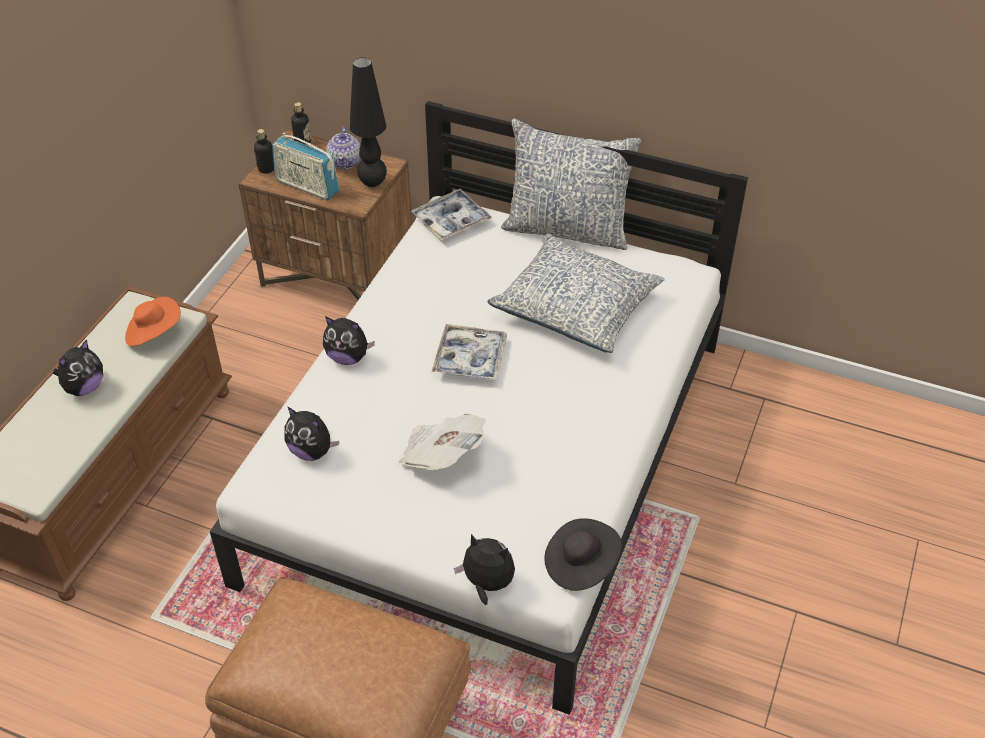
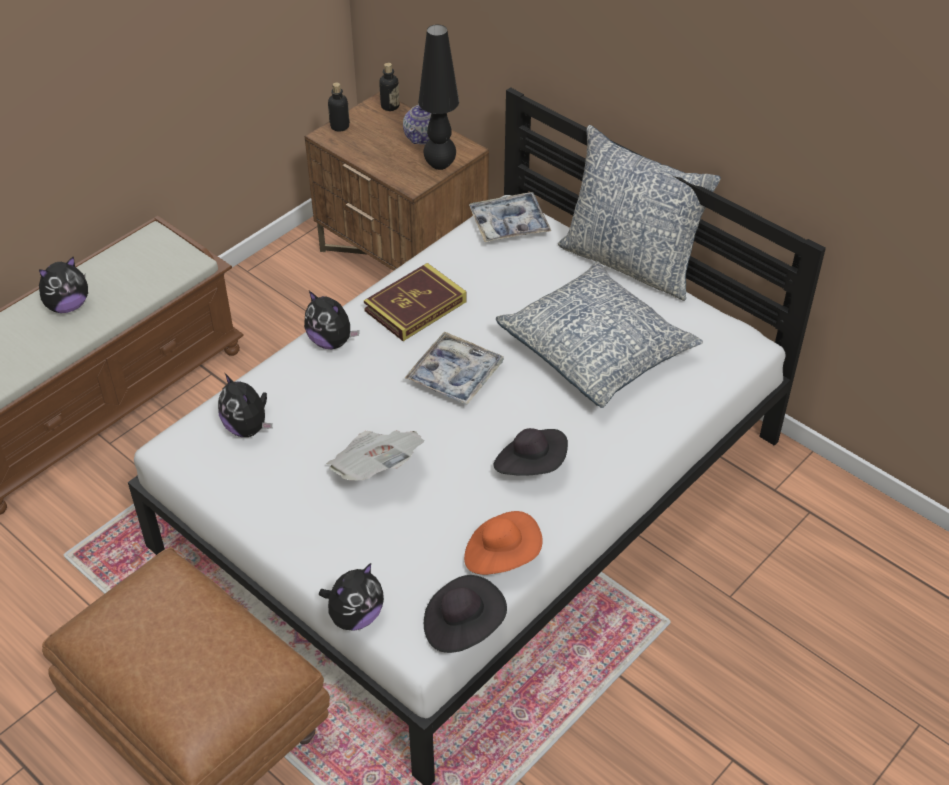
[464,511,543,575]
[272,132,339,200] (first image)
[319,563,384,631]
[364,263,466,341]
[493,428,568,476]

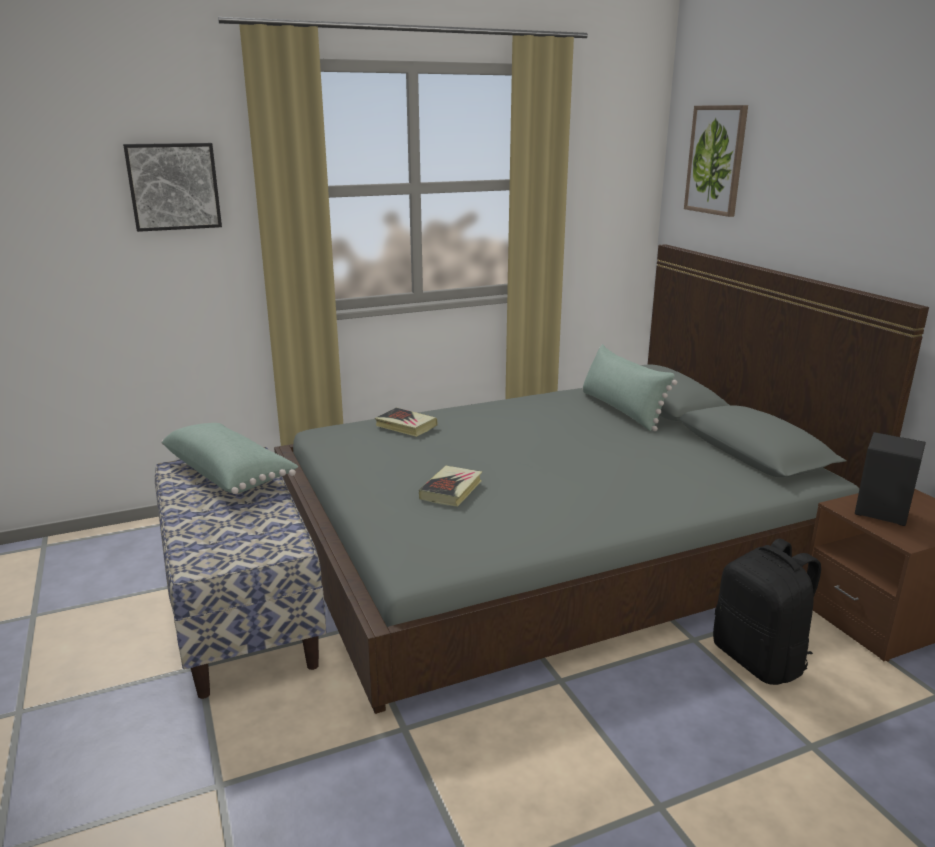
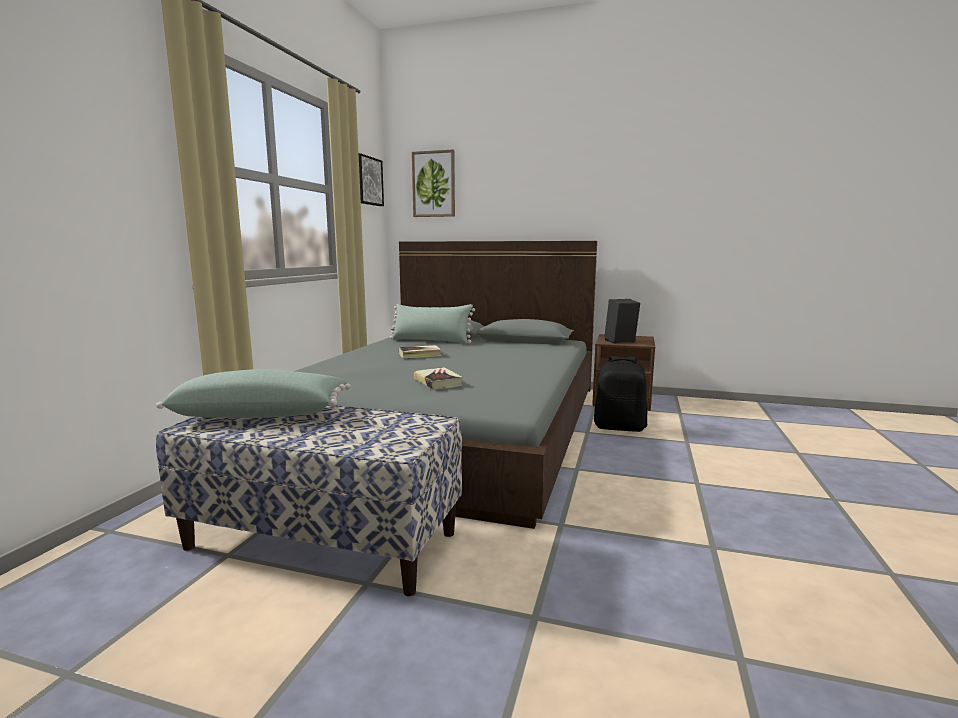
[358,153,384,206]
[399,345,441,359]

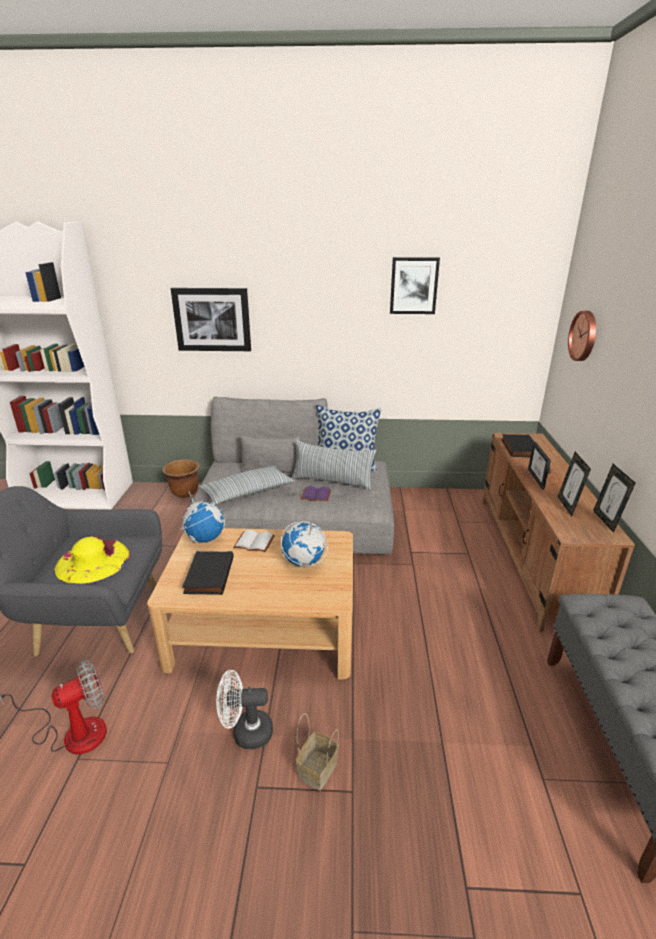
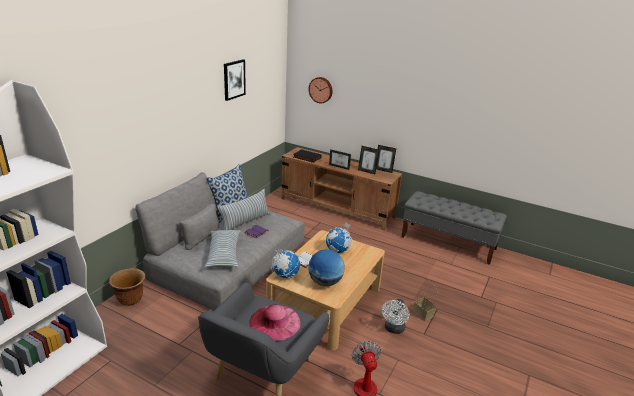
[249,304,301,341]
[171,288,251,351] (first image)
[308,250,345,286]

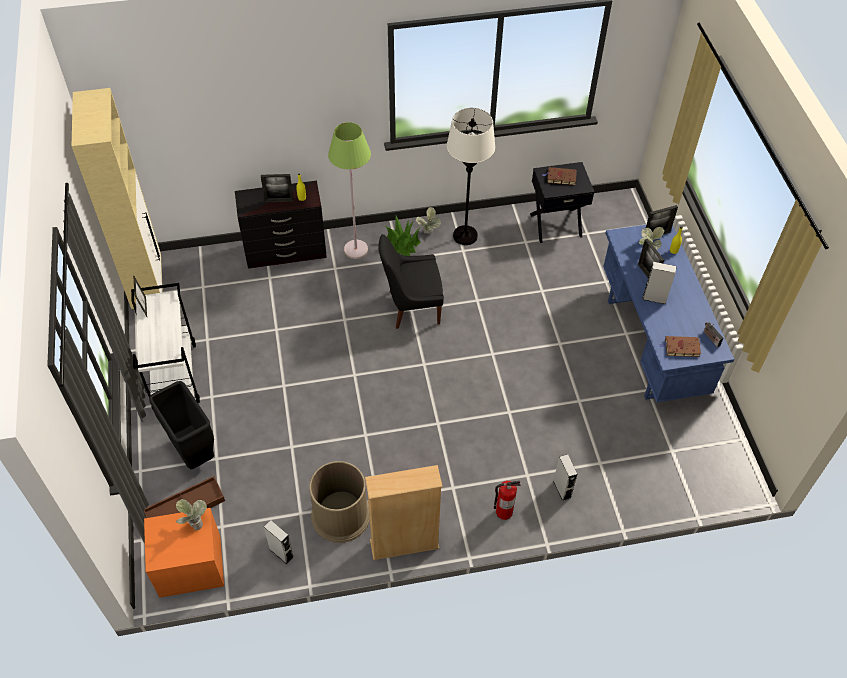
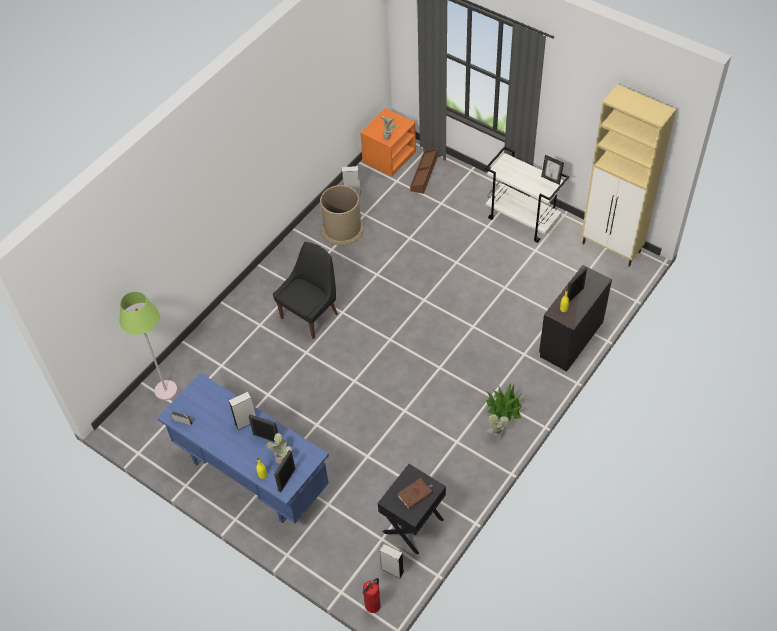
[149,381,214,469] (first image)
[120,291,177,400]
[365,465,442,560] (first image)
[273,242,338,339]
[447,108,495,245] (first image)
[363,578,381,613]
[380,544,404,578]
[659,336,701,357] (first image)

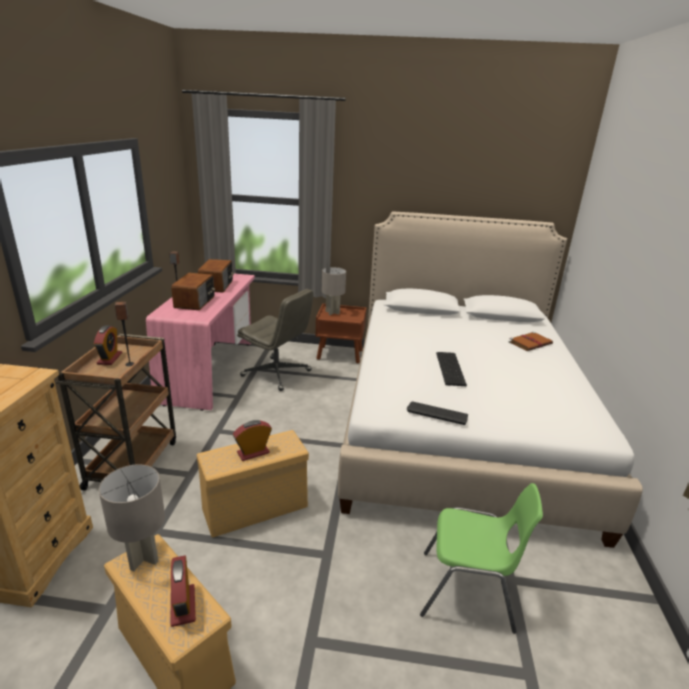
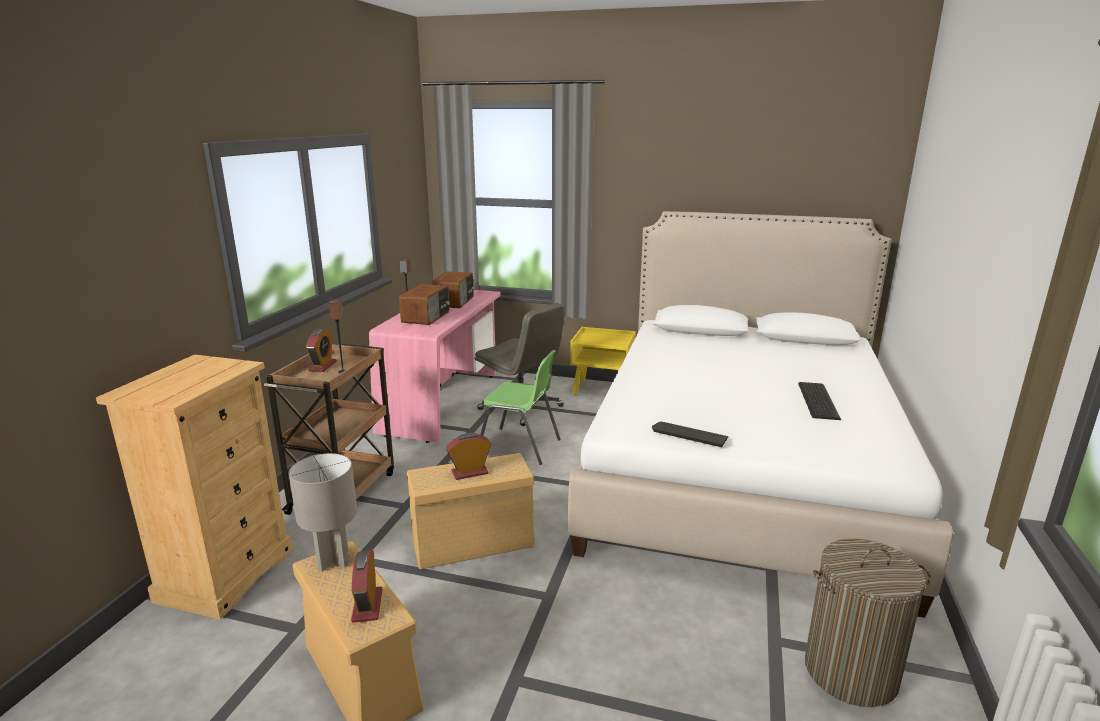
[570,327,636,395]
[322,267,346,315] (first image)
[480,350,560,465]
[798,382,841,420]
[509,332,553,351] (first image)
[805,538,931,707]

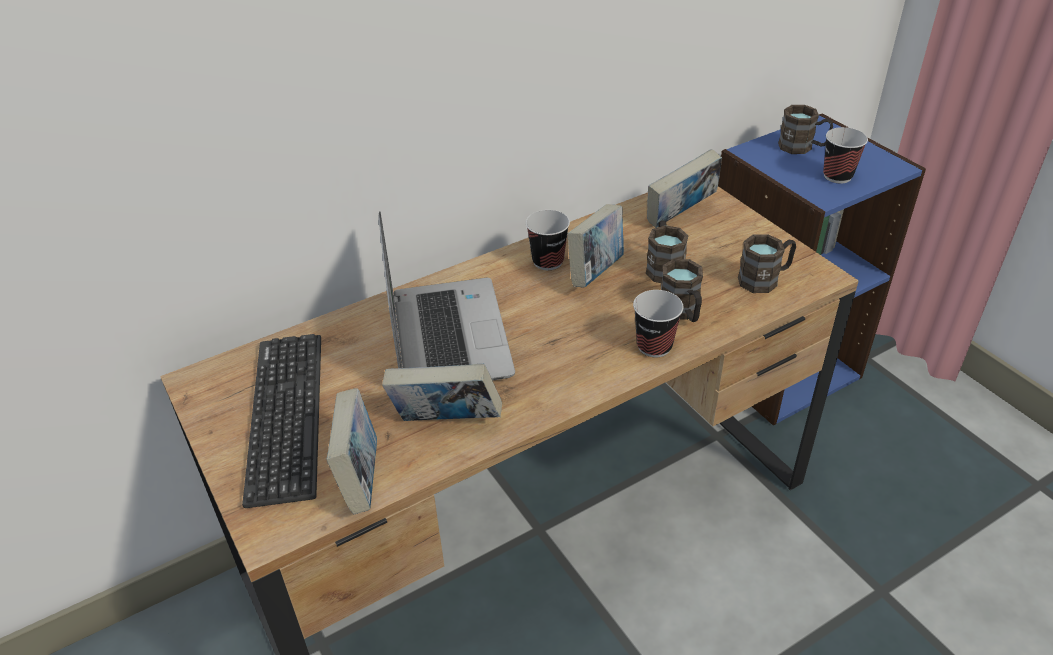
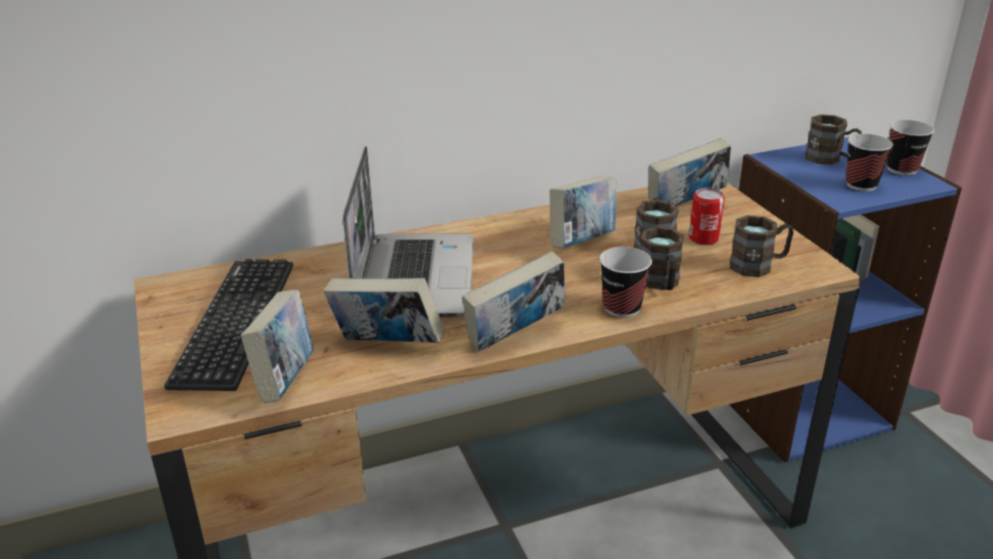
[887,120,934,175]
[462,251,565,352]
[689,188,725,245]

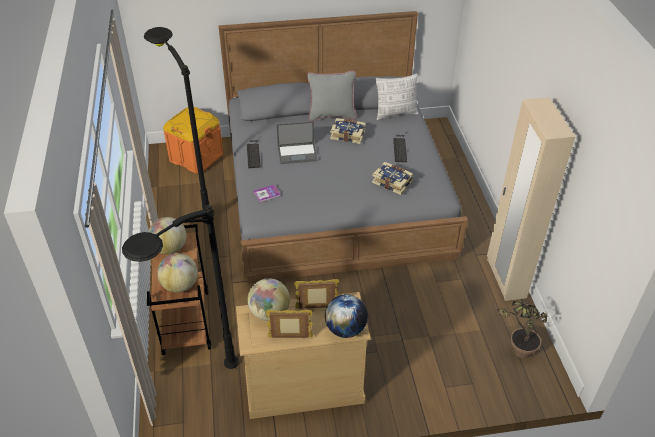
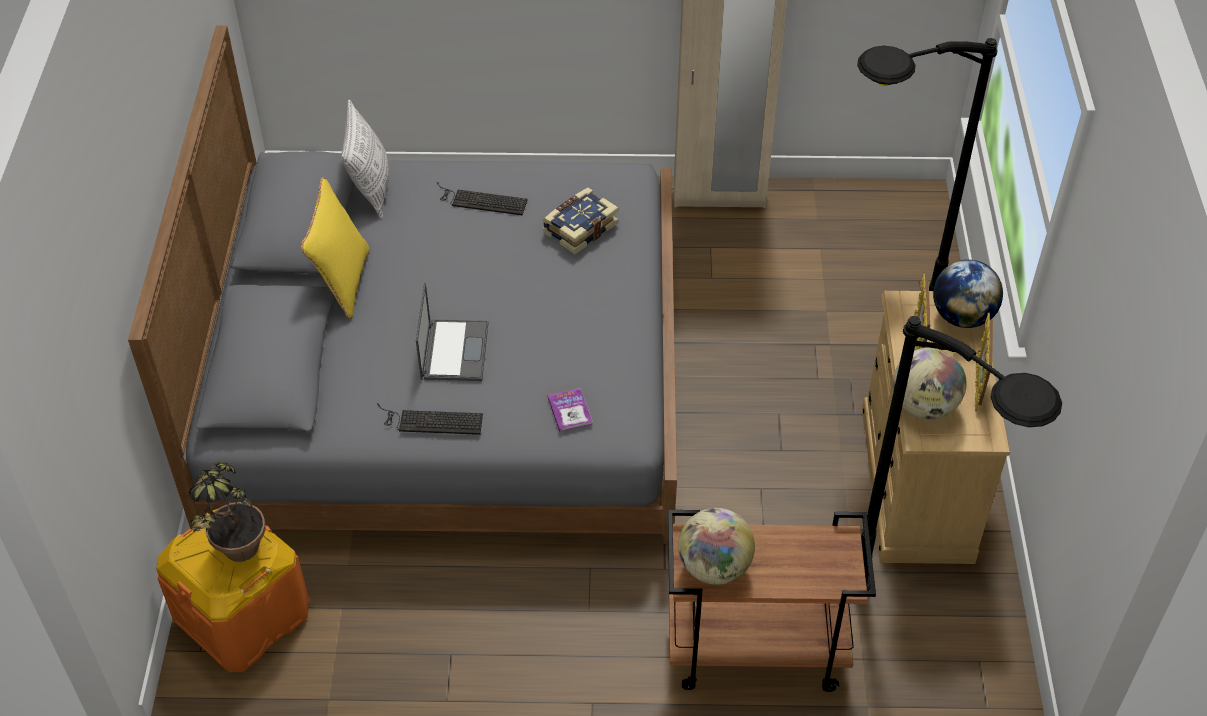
[857,38,997,291]
[157,253,198,293] (first image)
[301,177,369,319]
[330,118,366,144] (first image)
[188,462,266,562]

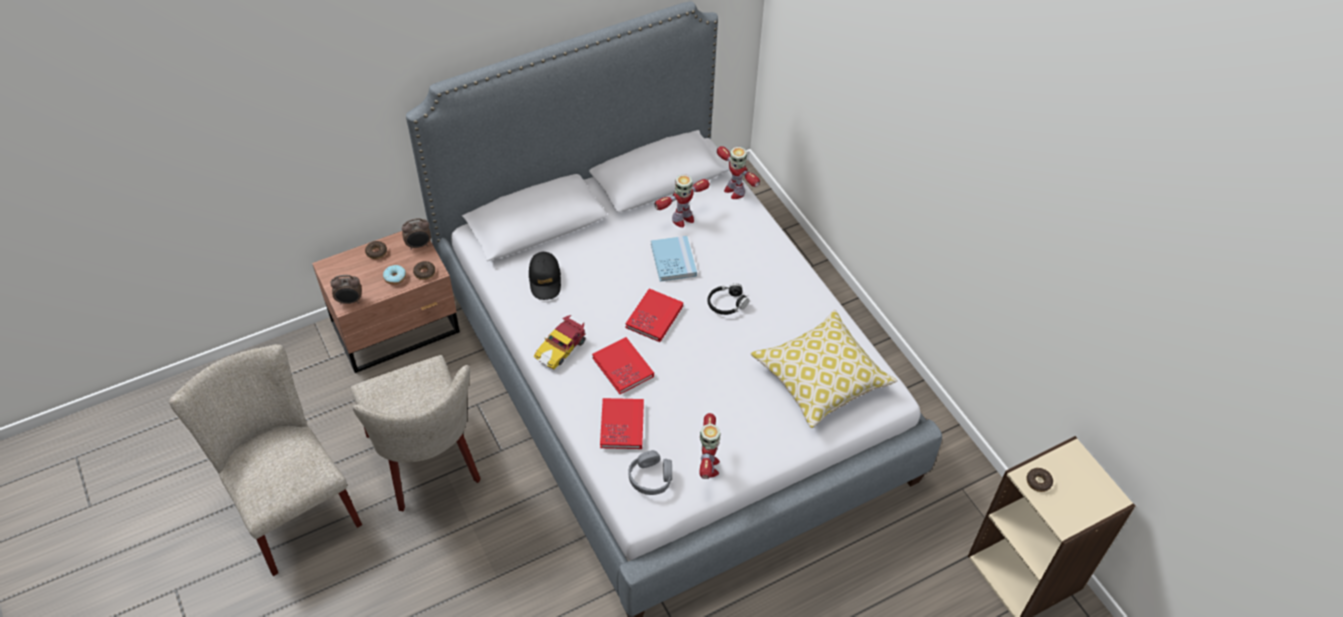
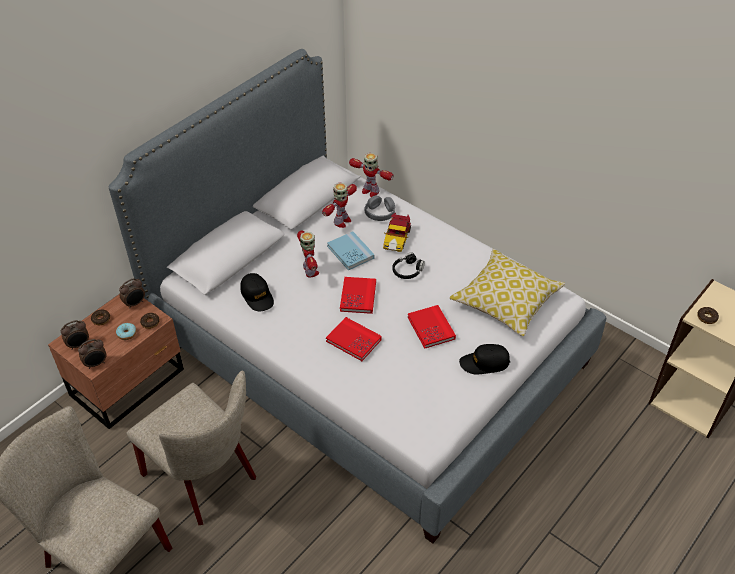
[383,213,411,252]
[408,305,456,349]
[364,195,395,221]
[297,231,319,278]
[61,320,89,350]
[459,344,510,375]

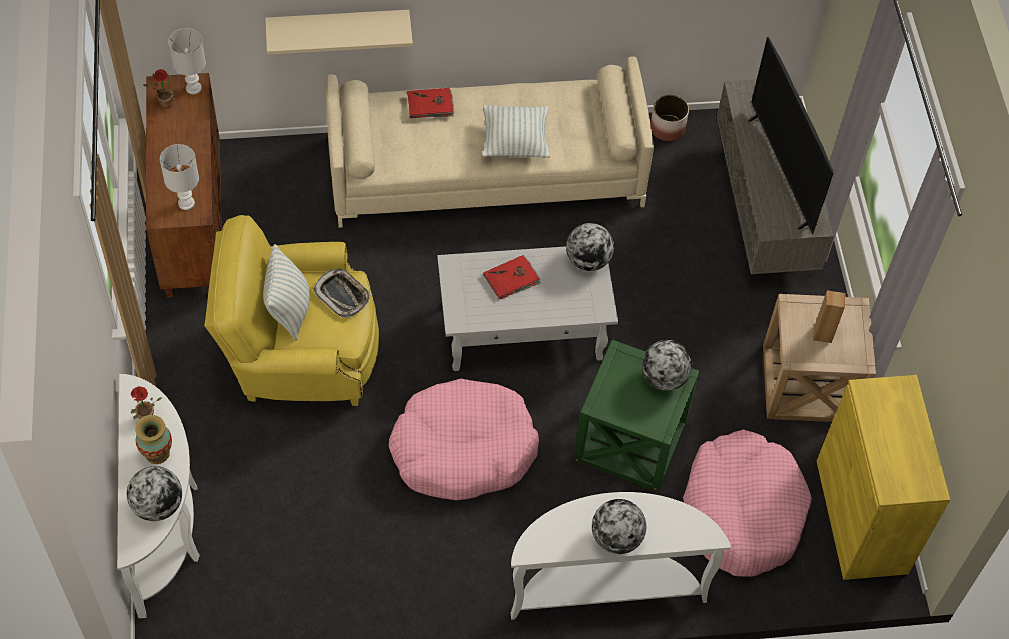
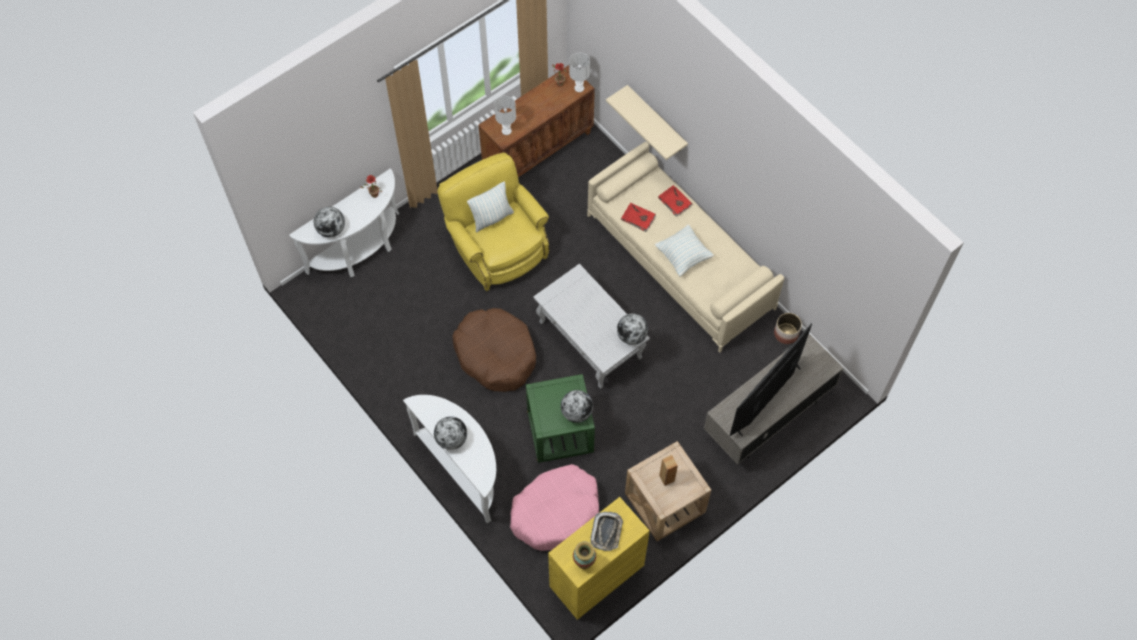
[573,541,596,569]
[591,512,623,551]
[452,308,536,392]
[621,203,656,232]

